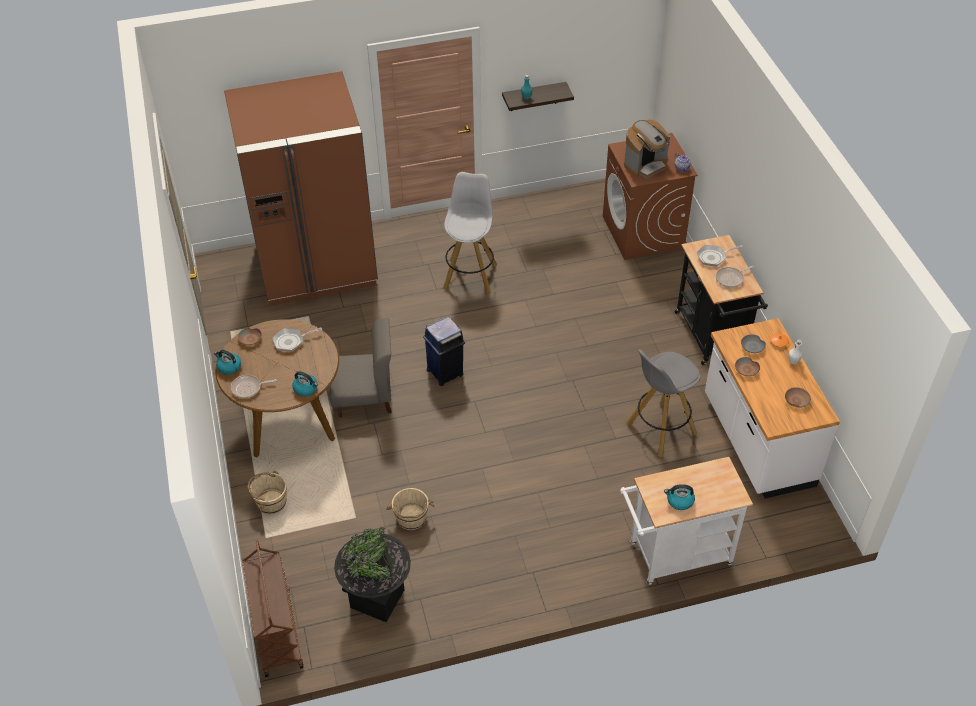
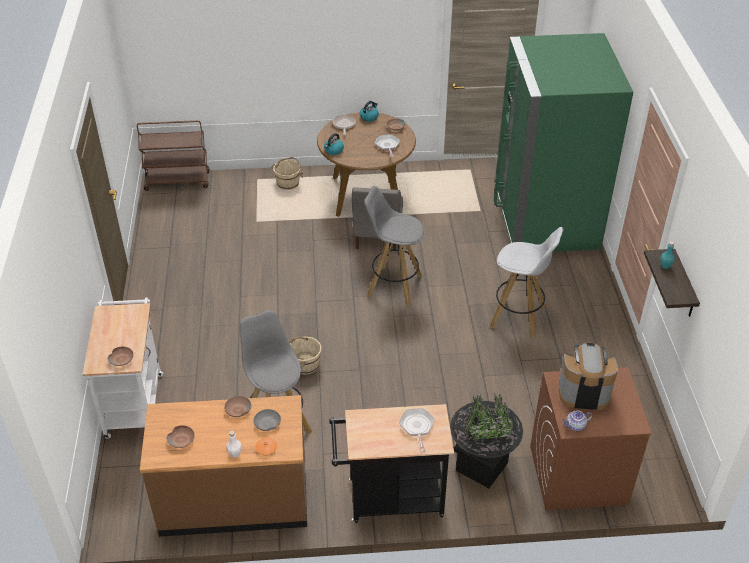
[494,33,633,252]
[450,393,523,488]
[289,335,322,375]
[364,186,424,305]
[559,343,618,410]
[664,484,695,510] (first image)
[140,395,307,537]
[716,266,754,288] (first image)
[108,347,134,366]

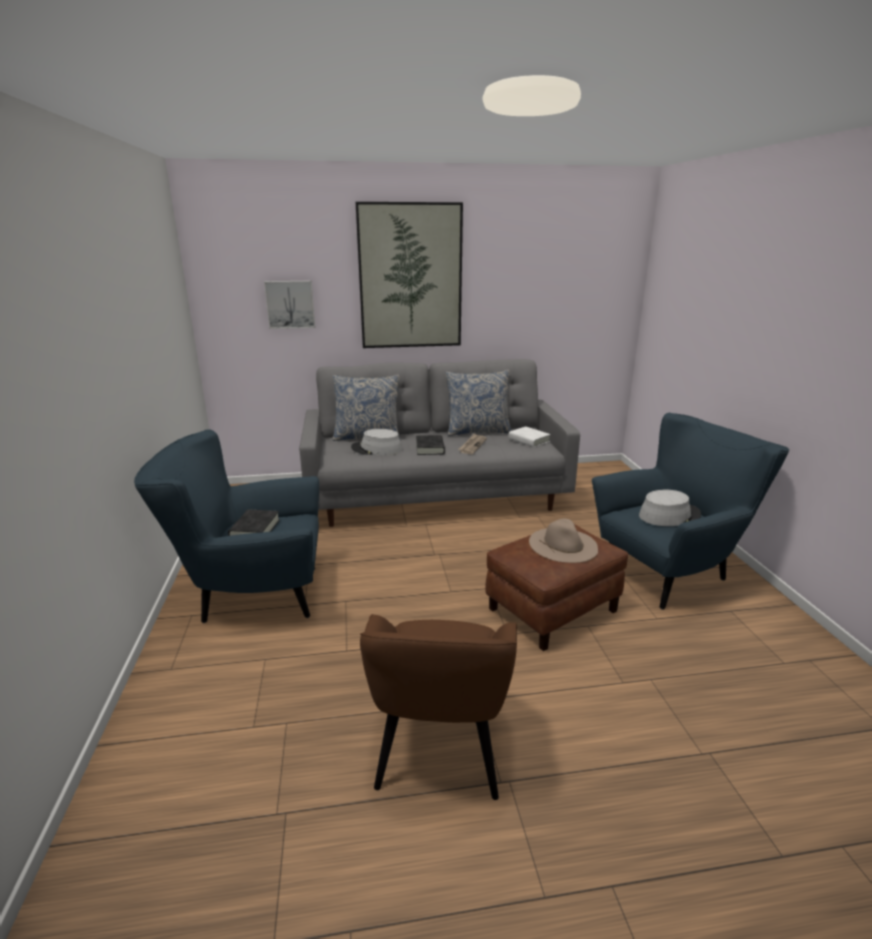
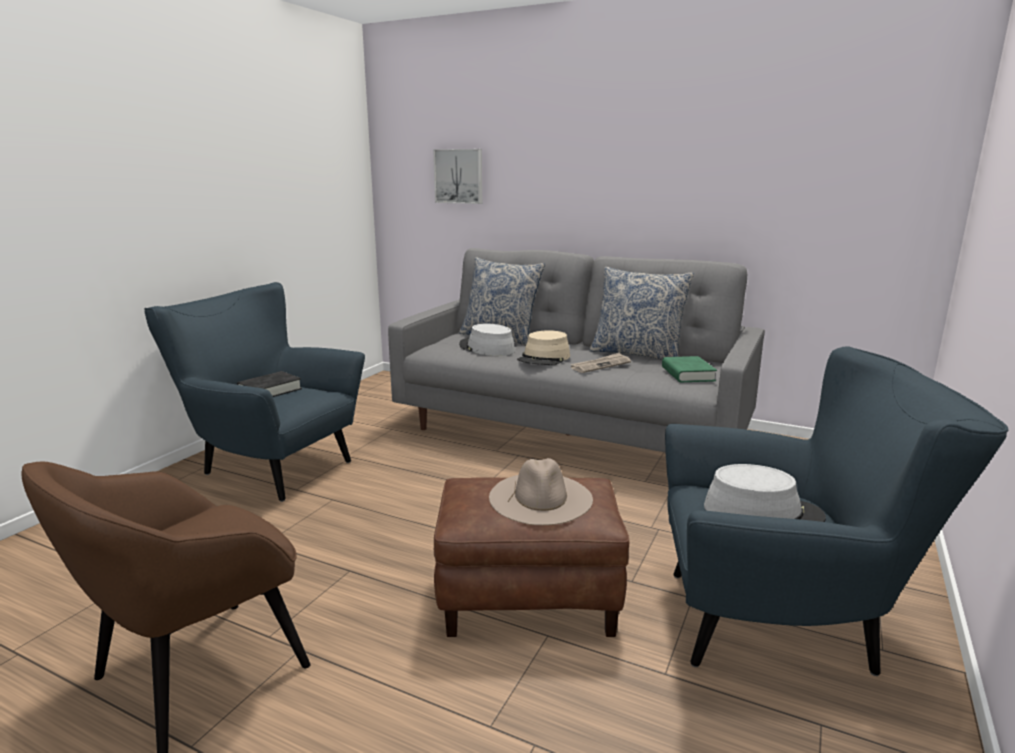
[356,202,463,348] (first image)
[517,330,570,365]
[662,356,717,382]

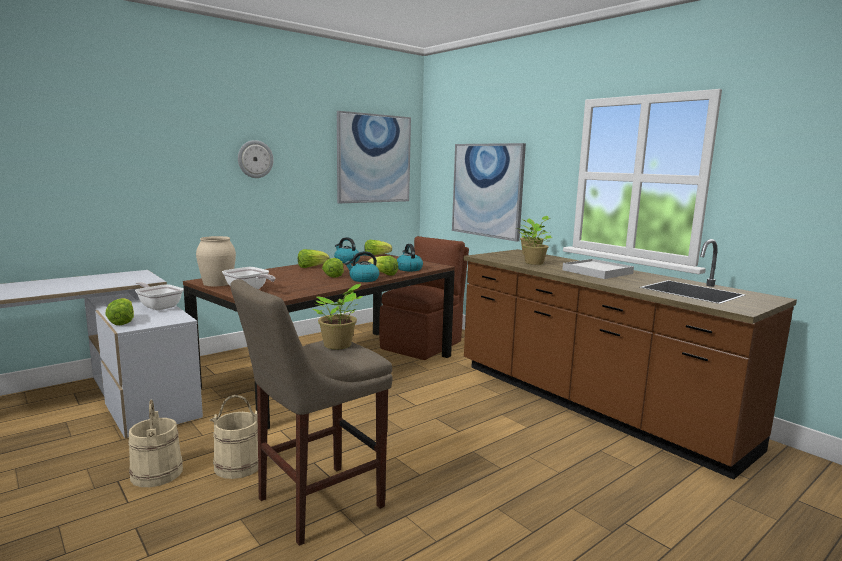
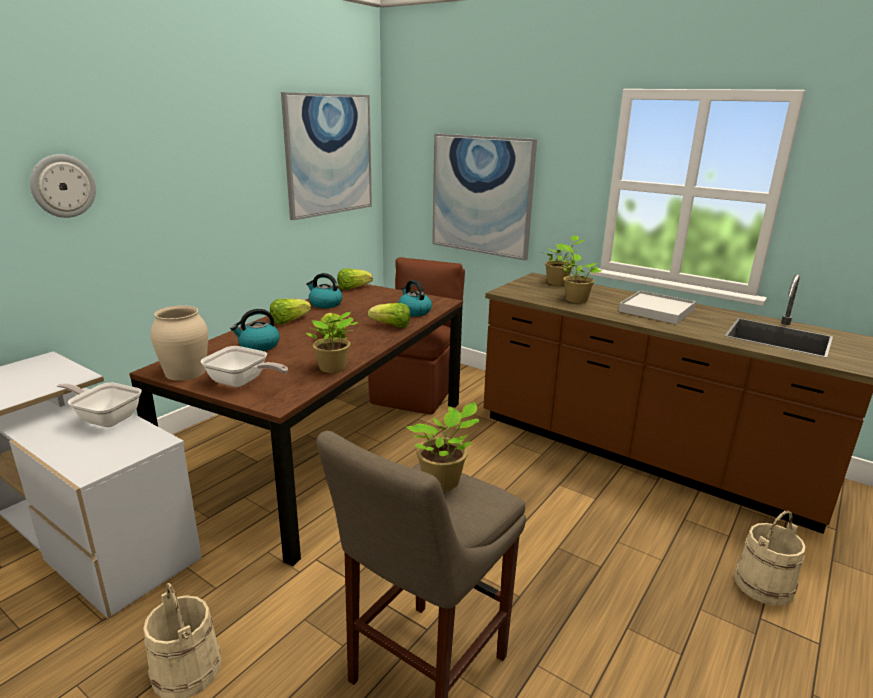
[105,298,134,325] (first image)
[734,510,806,606]
[30,154,96,218]
[230,309,280,351]
[306,312,358,373]

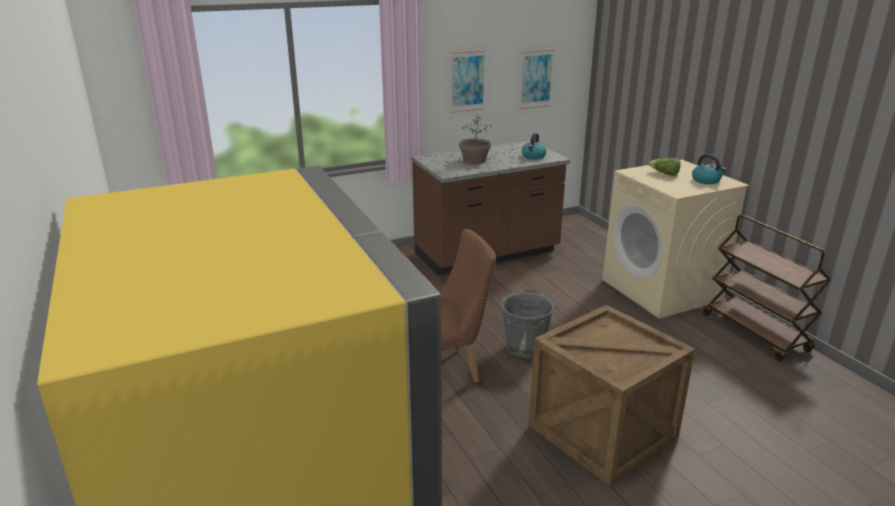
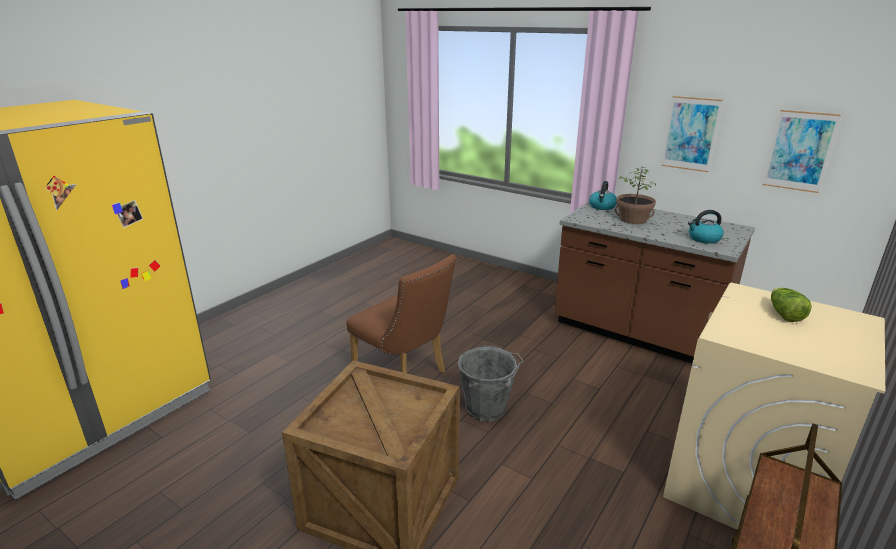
[589,181,617,210]

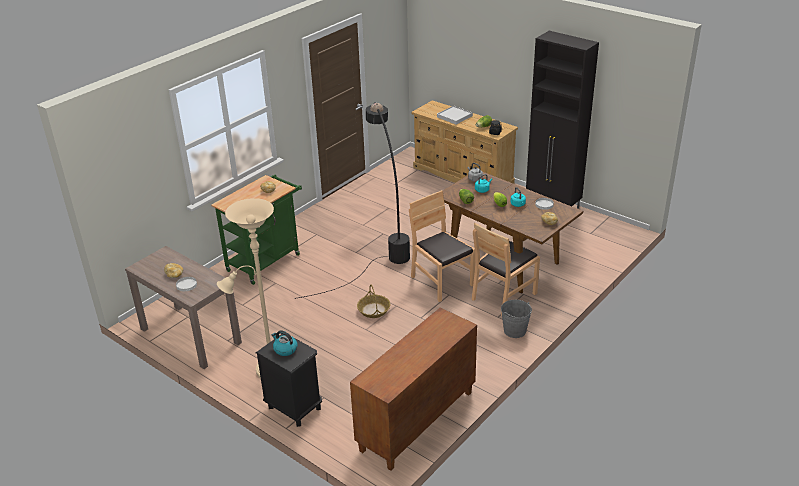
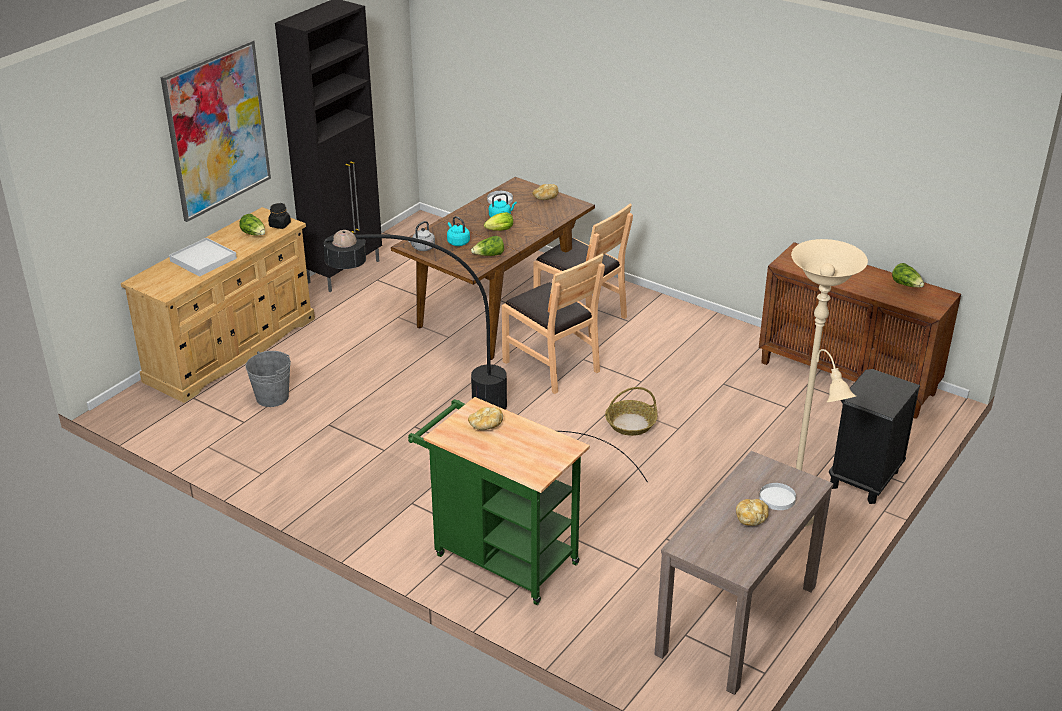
[272,330,297,356] (first image)
[502,254,605,394]
[245,351,291,407]
[161,40,271,222]
[892,263,924,288]

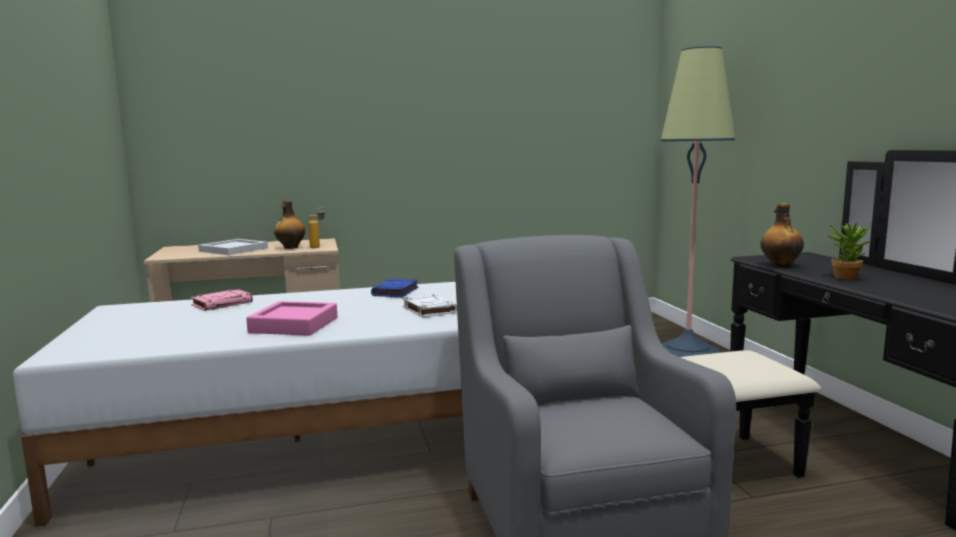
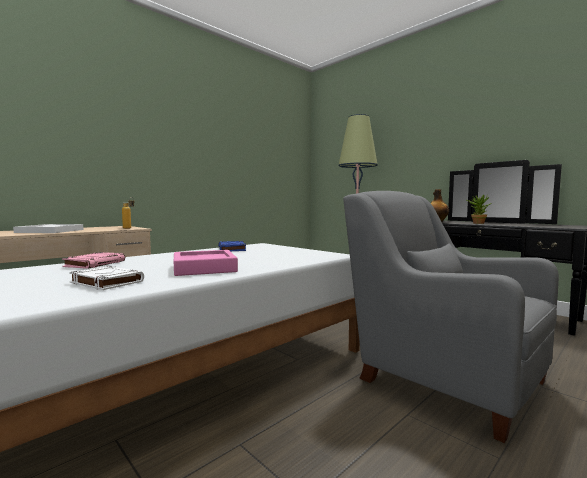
[274,200,305,249] (first image)
[69,266,144,290]

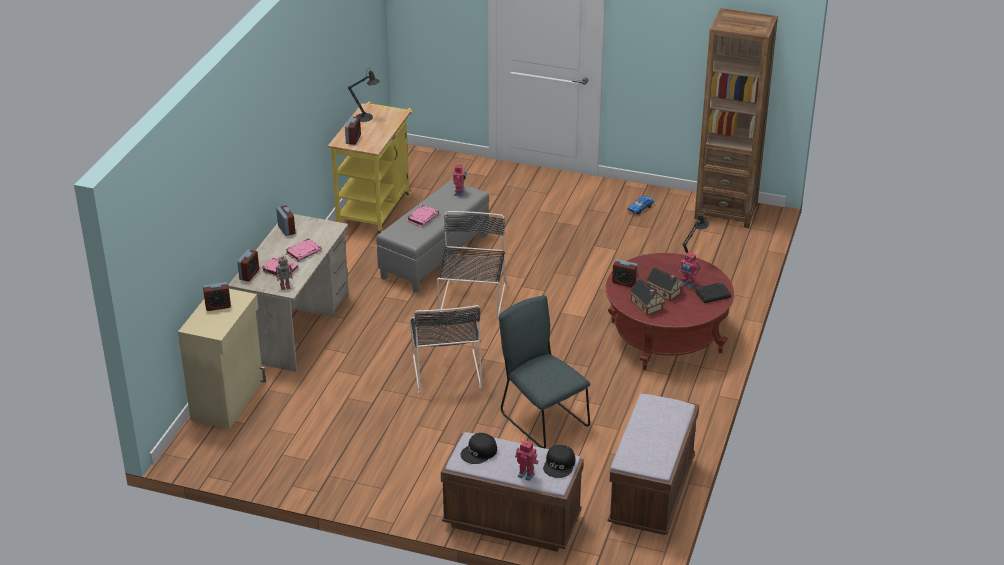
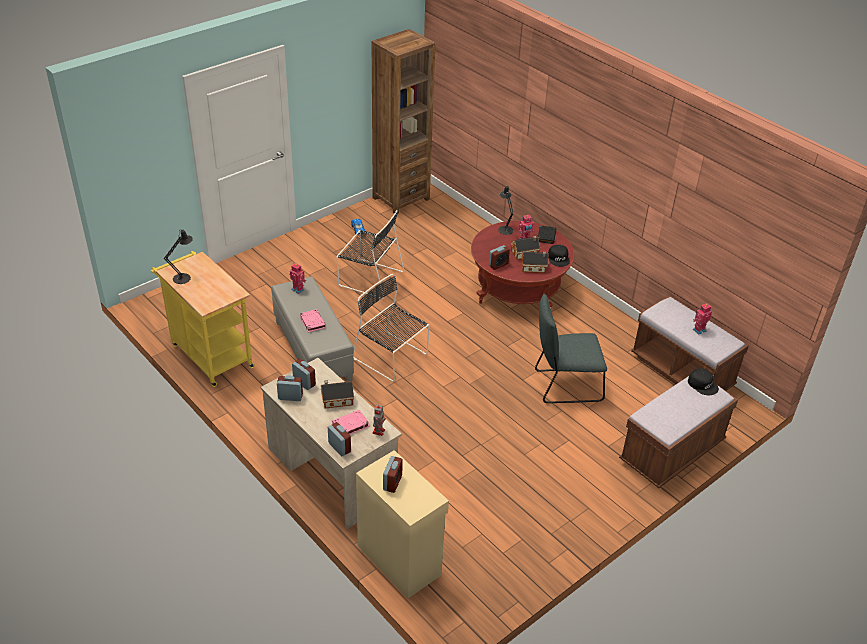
[321,380,354,409]
[292,359,316,390]
[337,210,405,299]
[548,245,570,267]
[693,303,712,334]

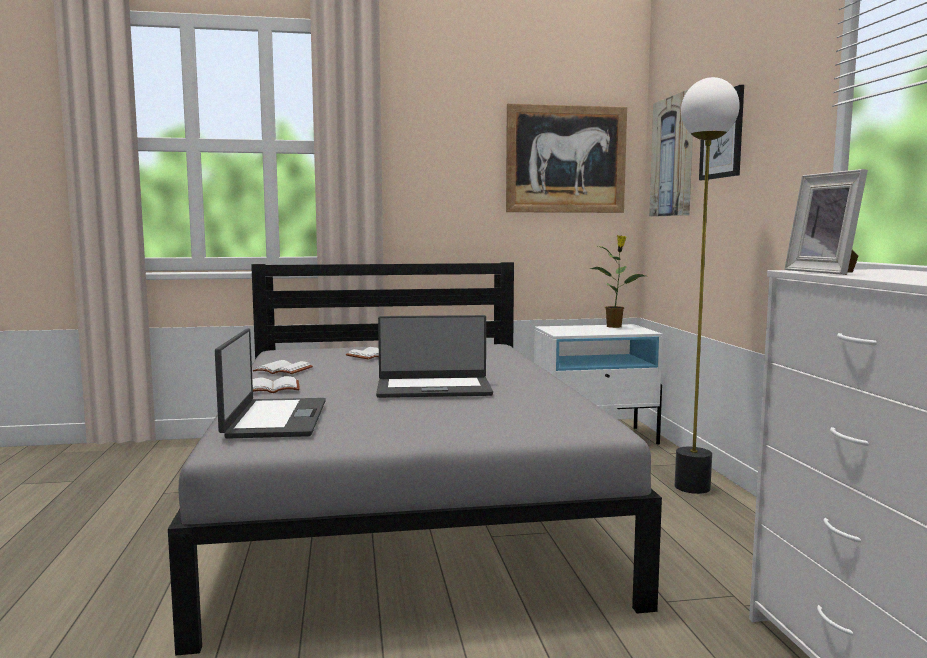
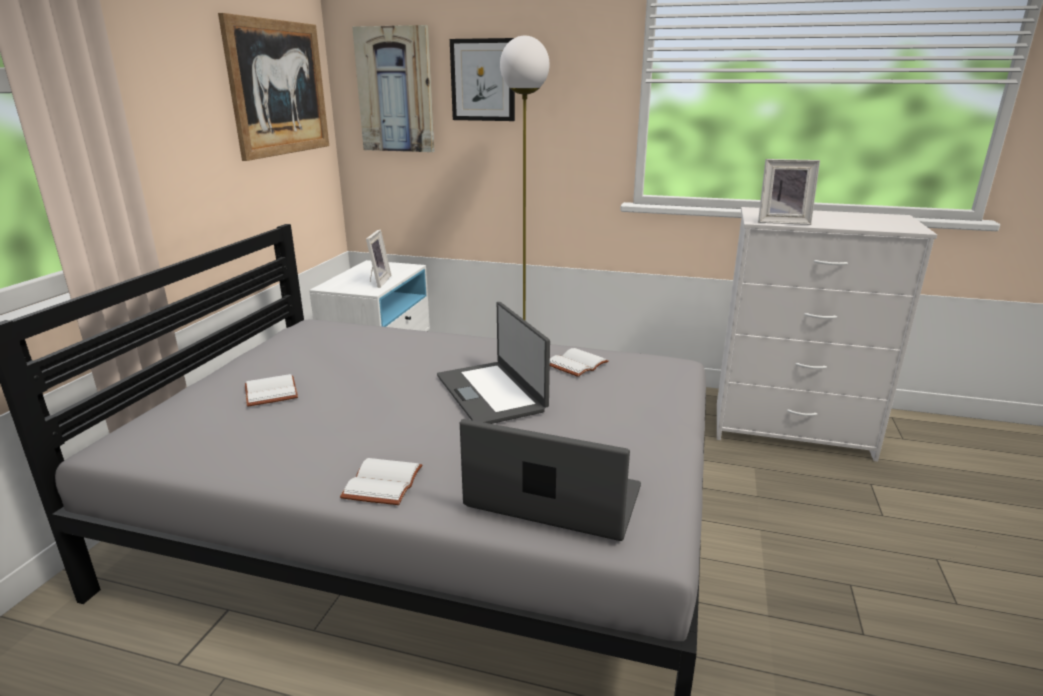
[550,348,609,377]
[437,302,550,424]
[590,235,645,328] (first image)
[366,229,392,288]

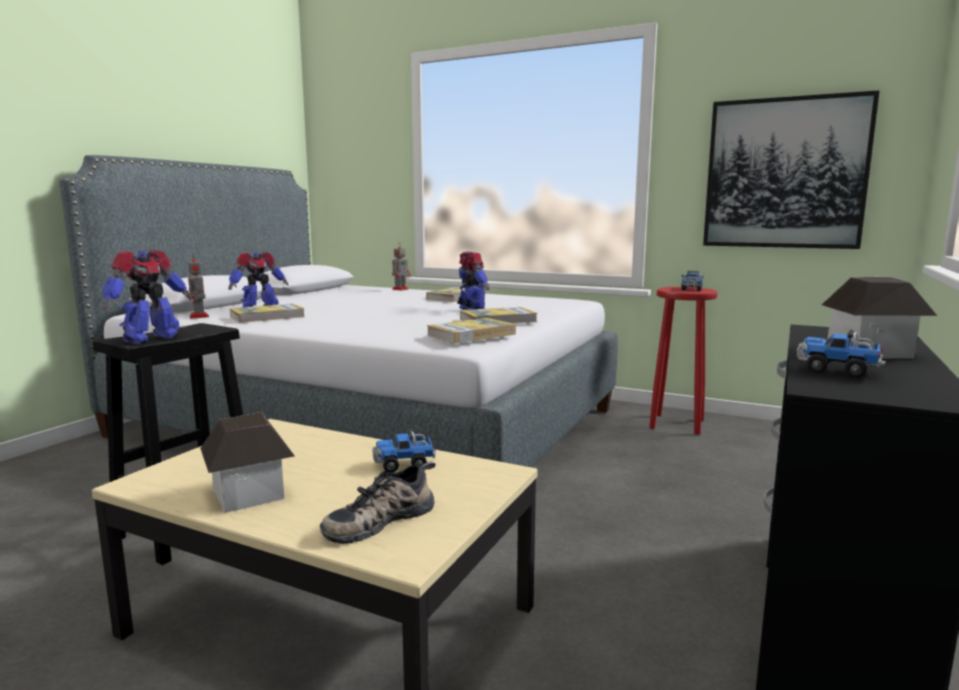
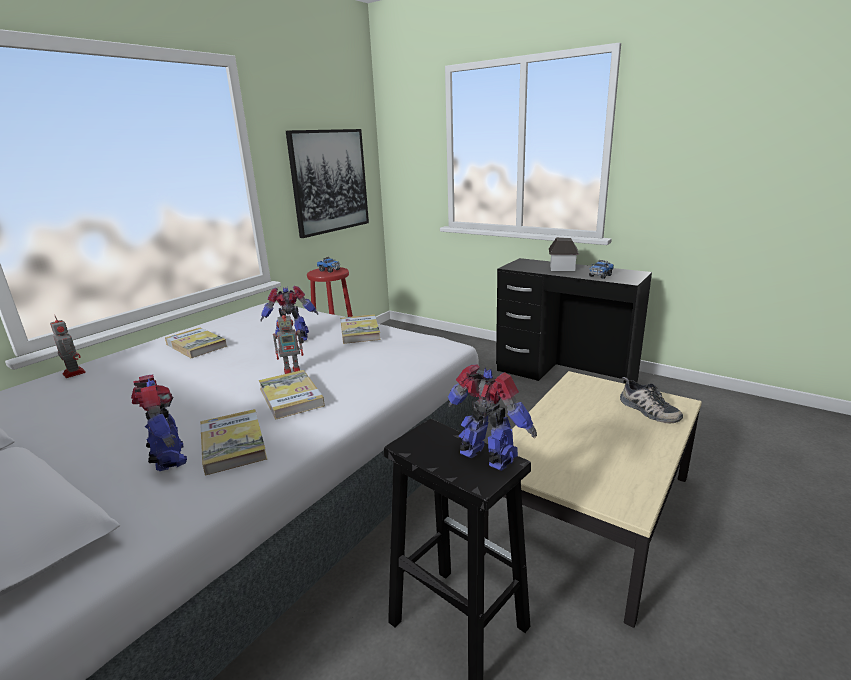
[273,311,304,374]
[200,412,295,512] (first image)
[372,429,436,473] (first image)
[259,370,325,420]

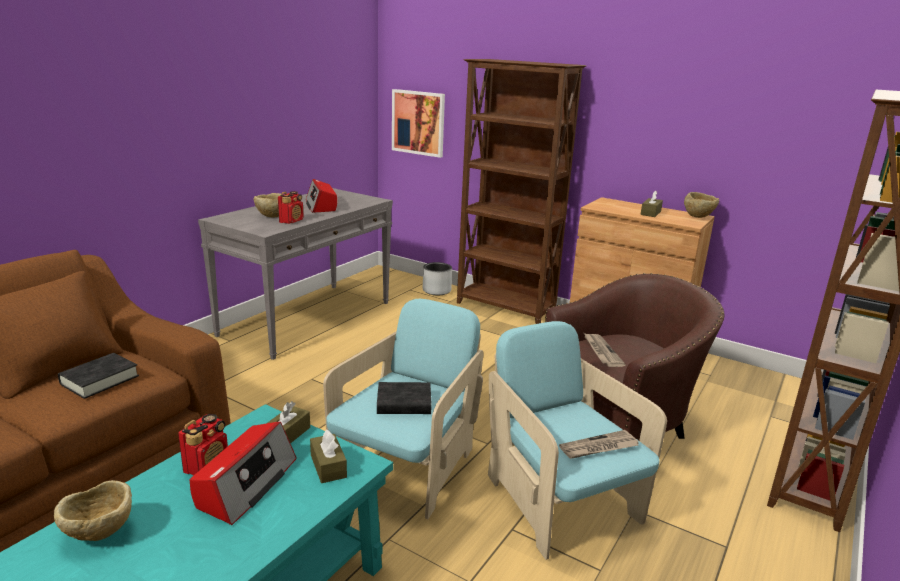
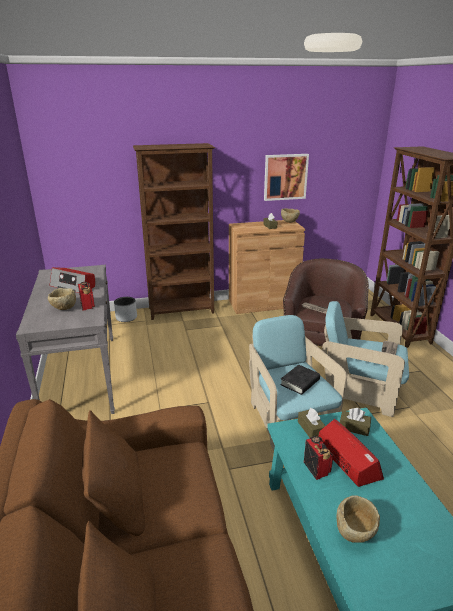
[58,353,139,399] (first image)
[264,154,309,201]

